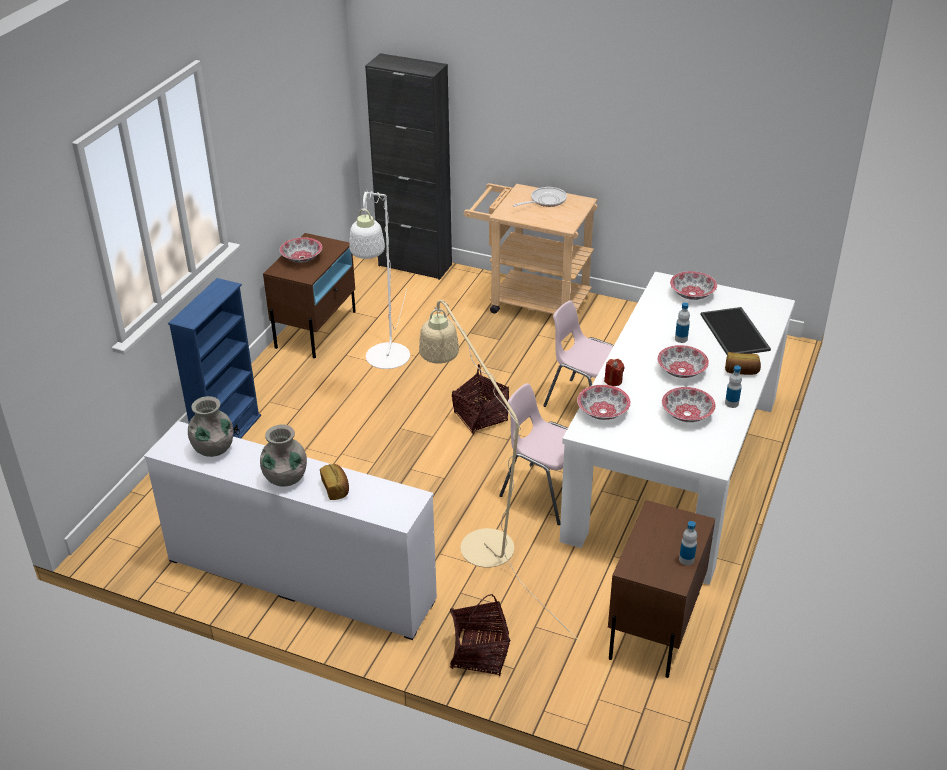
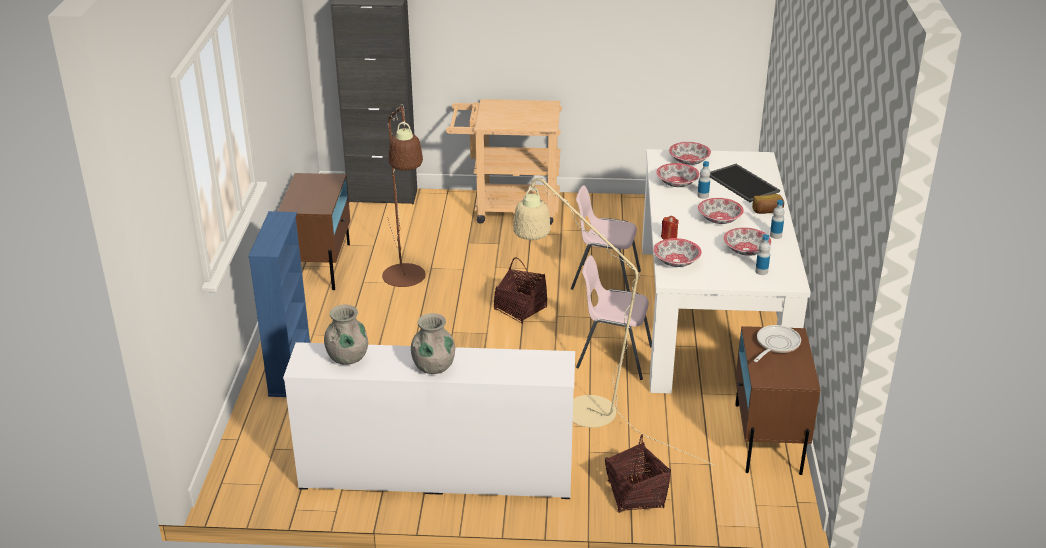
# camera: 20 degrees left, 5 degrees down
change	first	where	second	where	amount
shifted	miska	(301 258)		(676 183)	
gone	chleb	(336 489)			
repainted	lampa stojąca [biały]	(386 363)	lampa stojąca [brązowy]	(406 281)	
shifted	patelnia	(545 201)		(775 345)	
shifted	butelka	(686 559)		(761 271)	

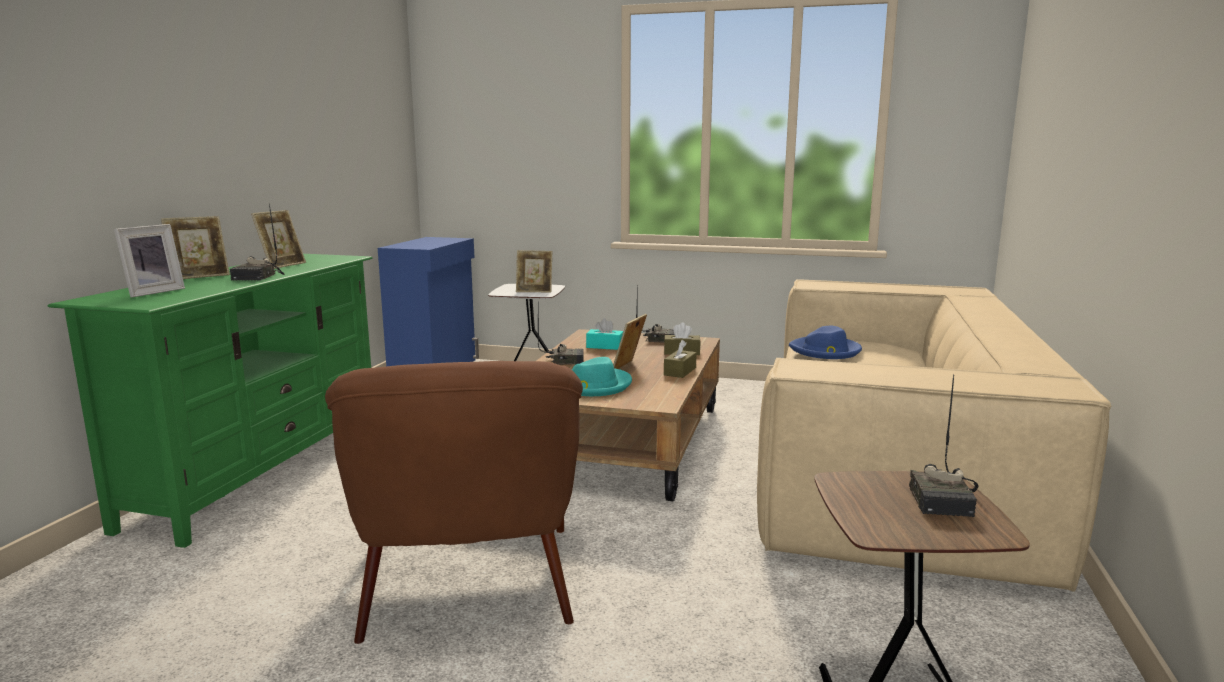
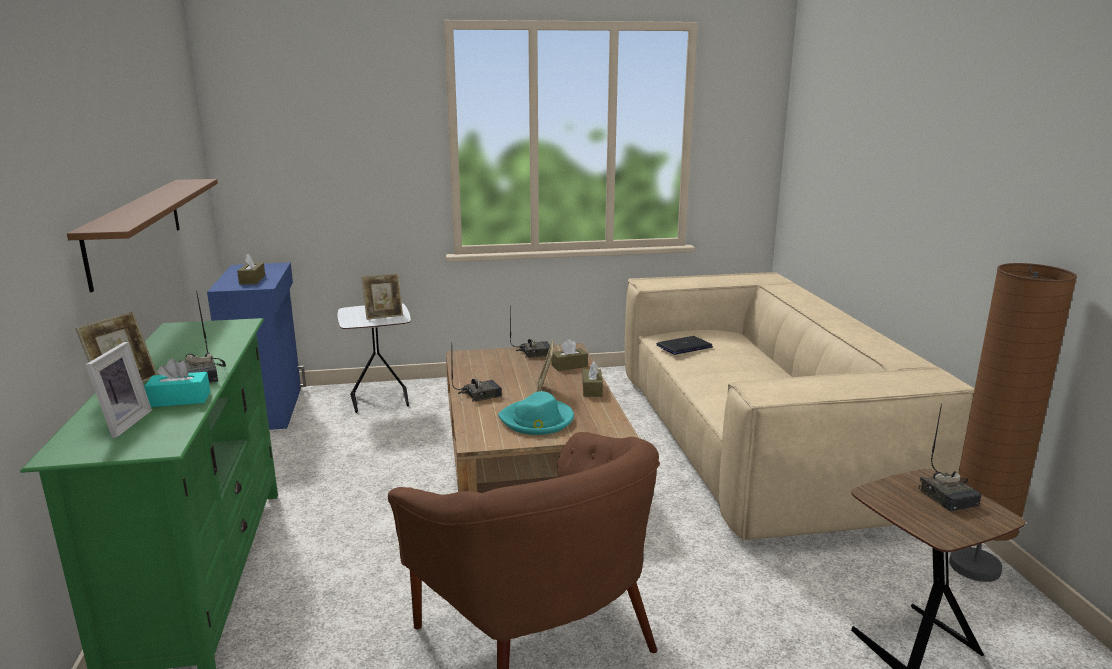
# camera: 25 degrees left, 5 degrees up
change	first	where	second	where	amount
gone	ramka na zdjęcie	(282 265)			
shifted	pudełko chusteczek [turkusowy]	(605 346)		(180 399)	
swapped	kapelusz [niebieski]	(825 351)	laptop	(684 346)	
new			półka [brązowy]	(136 229)	
new			pudełko chusteczek [brązowy]	(252 280)	
new			lampa stojąca [brązowy]	(974 567)	

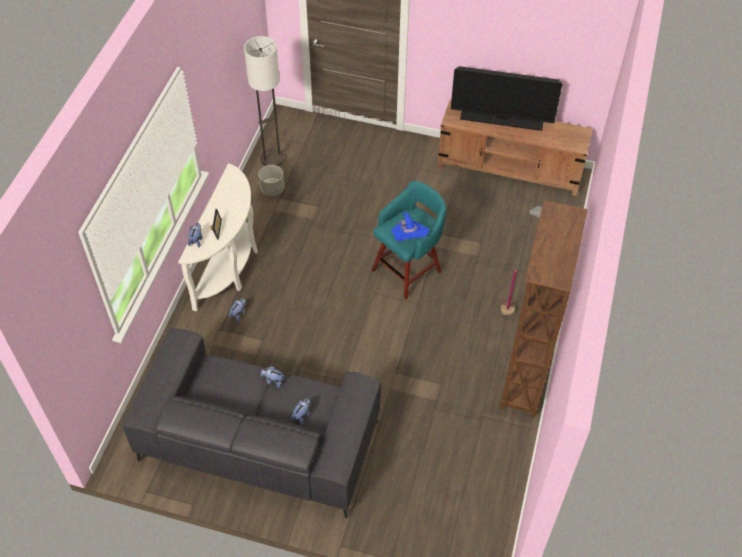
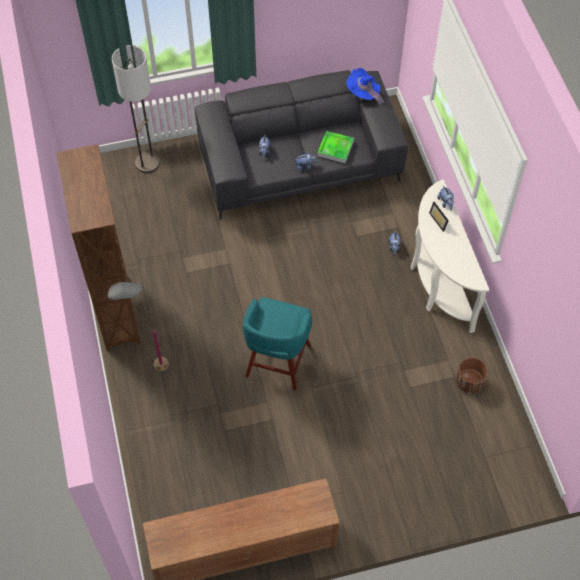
# camera: 150 degrees right, 5 degrees up
change	first	where	second	where	amount
shifted	lampa stojąca	(272 158)		(147 162)	
repainted	donica [szary]	(272 189)	donica [brązowy]	(469 382)	
shifted	kapelusz [niebieski]	(408 238)		(363 94)	
gone	telewizor	(502 120)			
new			taca	(335 148)	

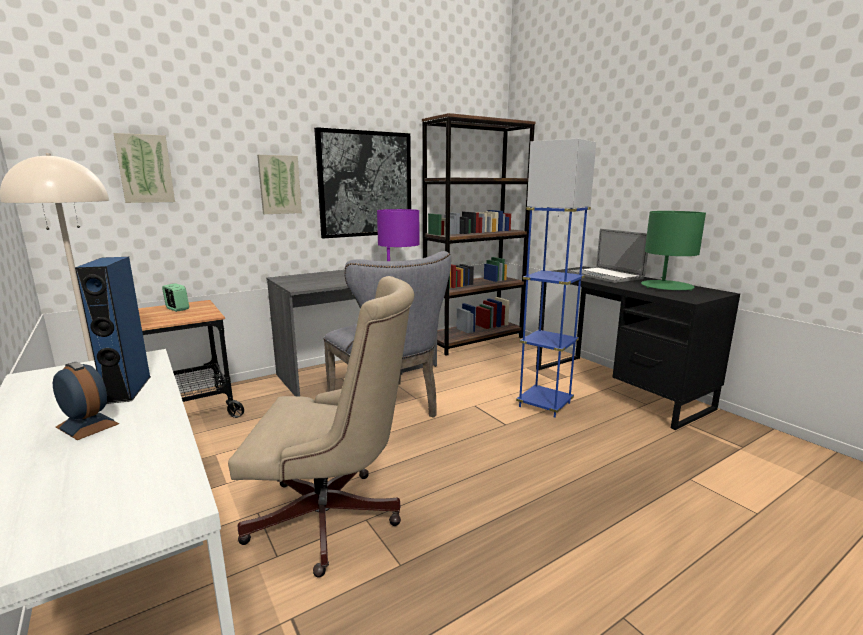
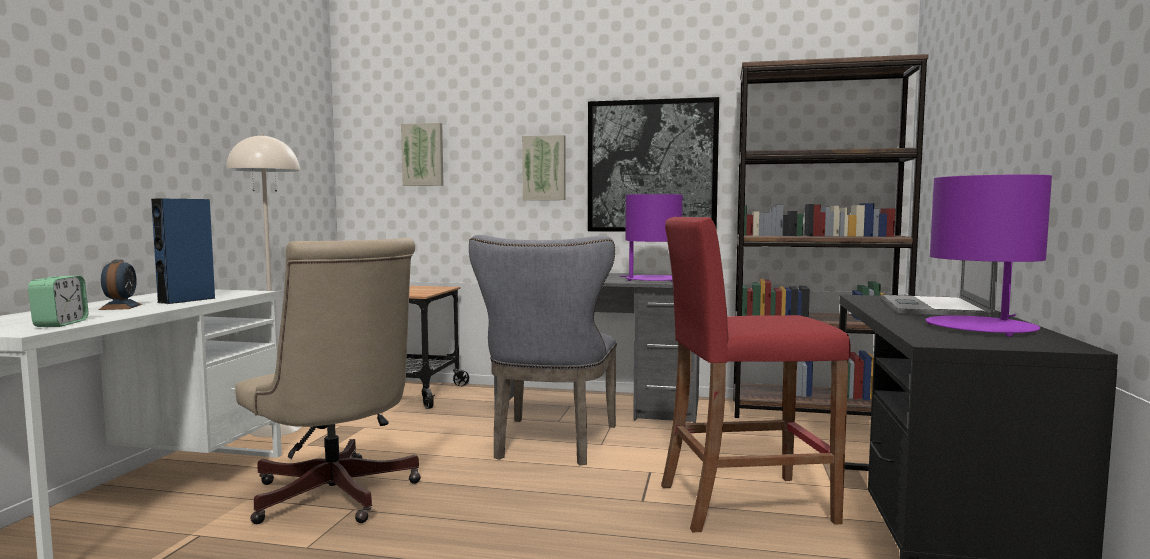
# camera: 45 degrees right, 10 degrees down
change	first	where	second	where	amount
shifted	budzik	(177 309)		(61 324)	
swapped	lampa stojąca [niebieski]	(544 405)	stołek [czerwony]	(744 503)	
repainted	lampa stołowa [zielony]	(666 286)	lampa stołowa [fioletowy]	(981 327)	

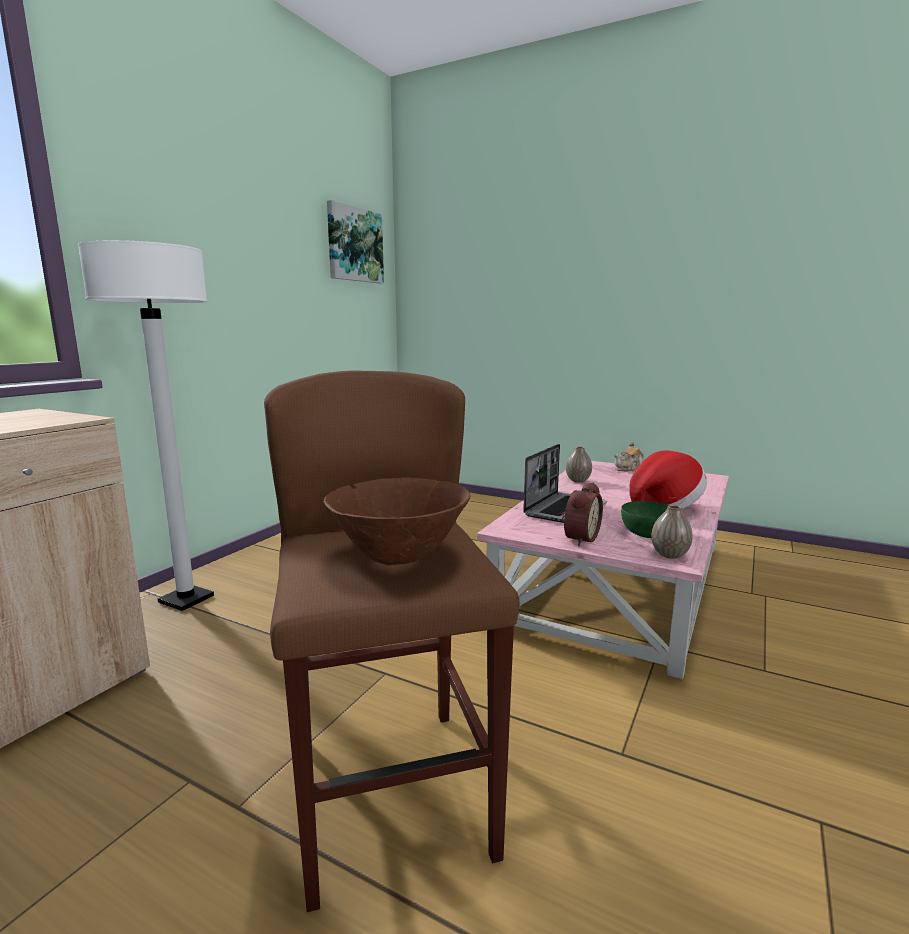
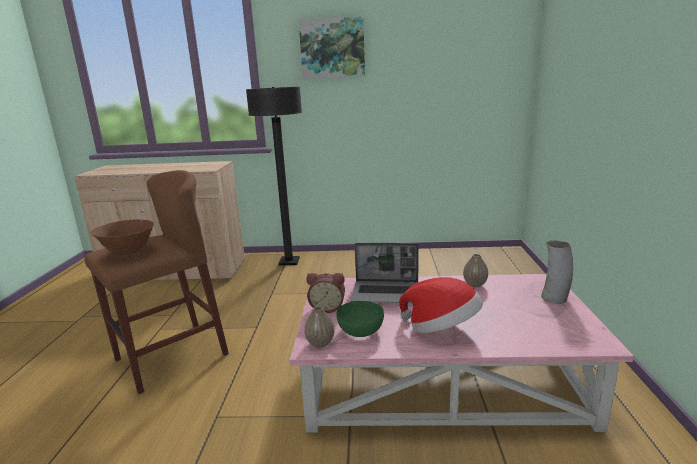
# camera: 65 degrees right, 5 degrees up
change	first	where	second	where	amount
repainted	lampa stojąca [biały]	(186 599)	lampa stojąca [czarny]	(289 262)	
shifted	obraz	(354 245)		(332 48)	
swapped	imbryk	(628 469)	wazon	(554 298)	

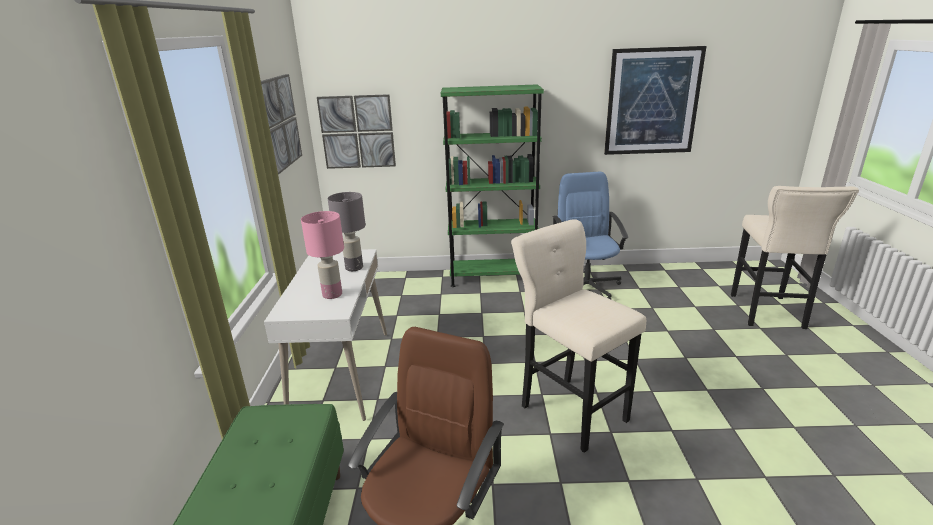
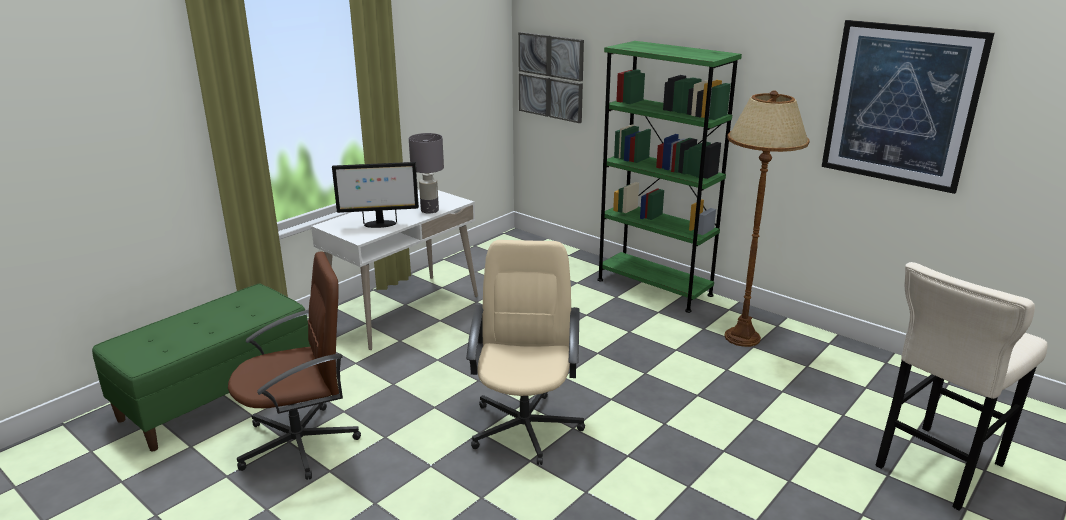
# camera: 40 degrees right, 0 degrees up
change	first	where	second	where	amount
gone	obraz	(279 123)			
swapped	lampa stołowa [różowy]	(332 294)	monitor	(379 224)	
swapped	stołek [beżowy]	(570 410)	krzesło biurowe [beżowy]	(525 427)	
swapped	krzesło biurowe [niebieski]	(586 286)	lampa stojąca [brązowy]	(742 337)	

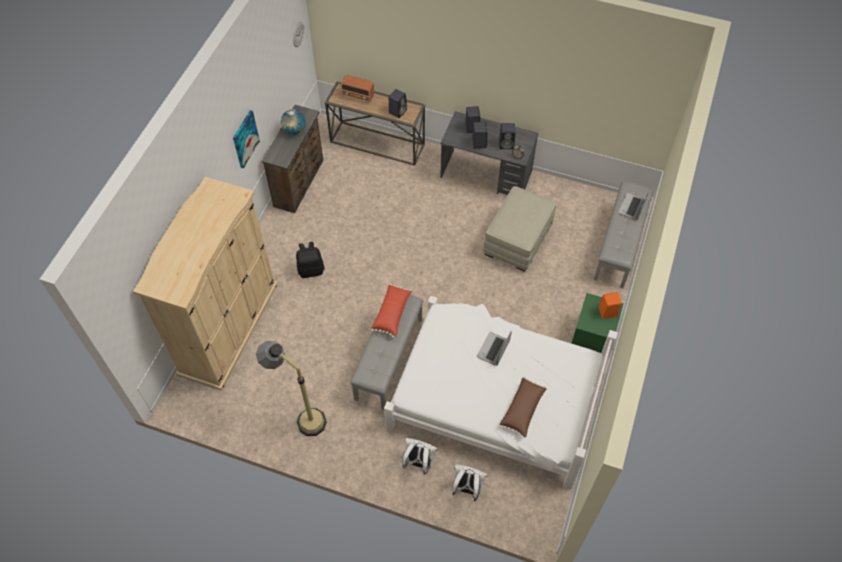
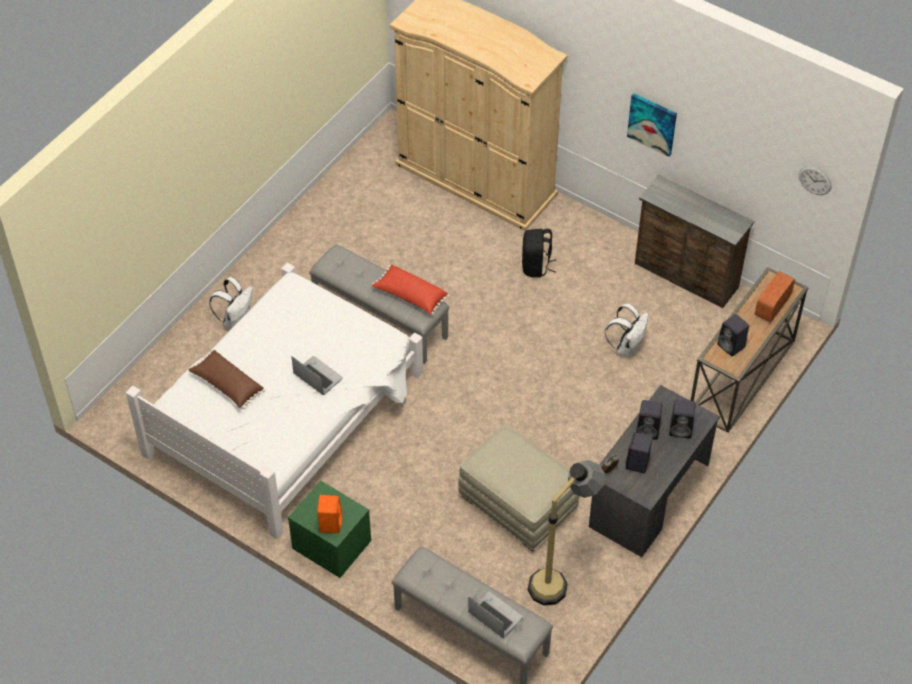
# camera: 105 degrees right, 5 degrees down
change	first	where	second	where	amount
shifted	lampa stojąca	(300 416)		(560 576)	
gone	globus	(294 130)			
shifted	plecak [biały]	(467 488)		(627 347)	

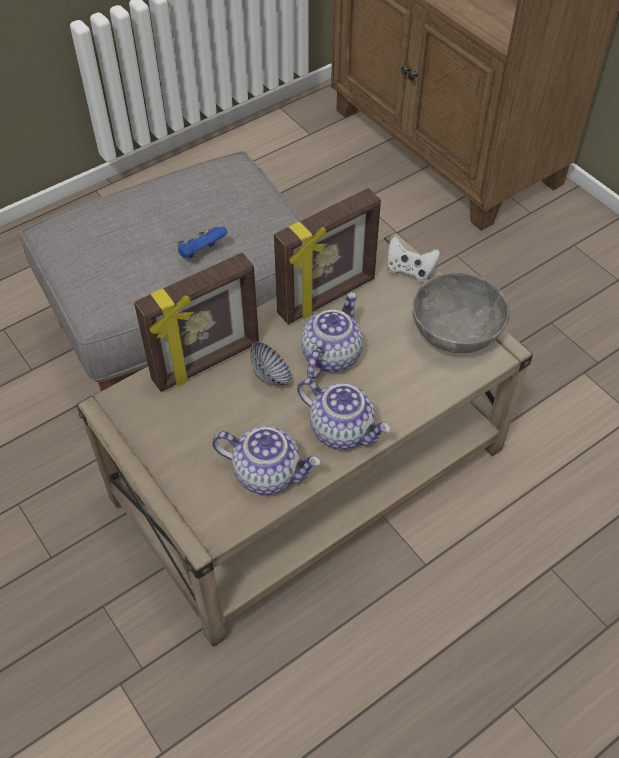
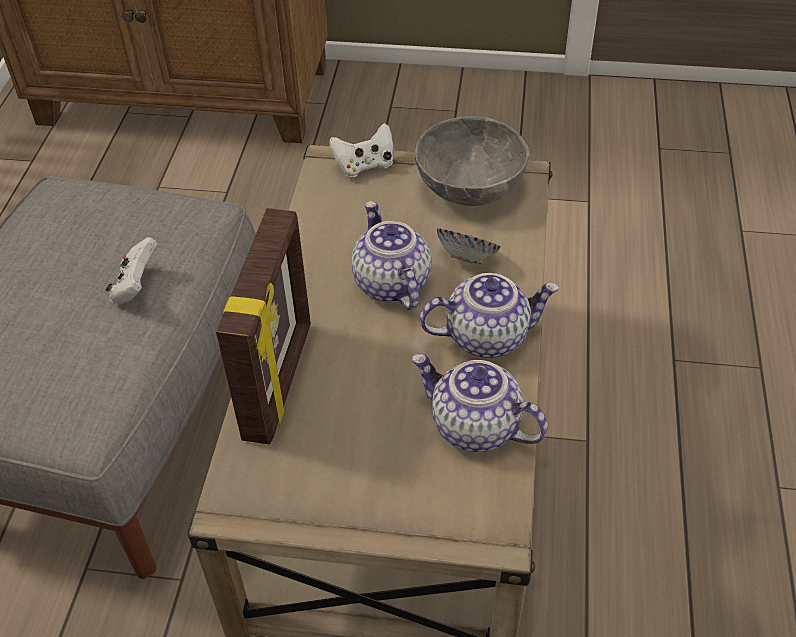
# camera: 45 degrees left, 5 degrees down
change	first	where	second	where	amount
repainted	pad do gier [niebieski]	(201 252)	pad do gier [biały]	(136 287)	
rotated	imbryk	(268 473)		(474 427)	120 degrees counterclockwise
shifted	miska	(271 376)		(467 258)	
gone	ramka na zdjęcie	(327 298)			

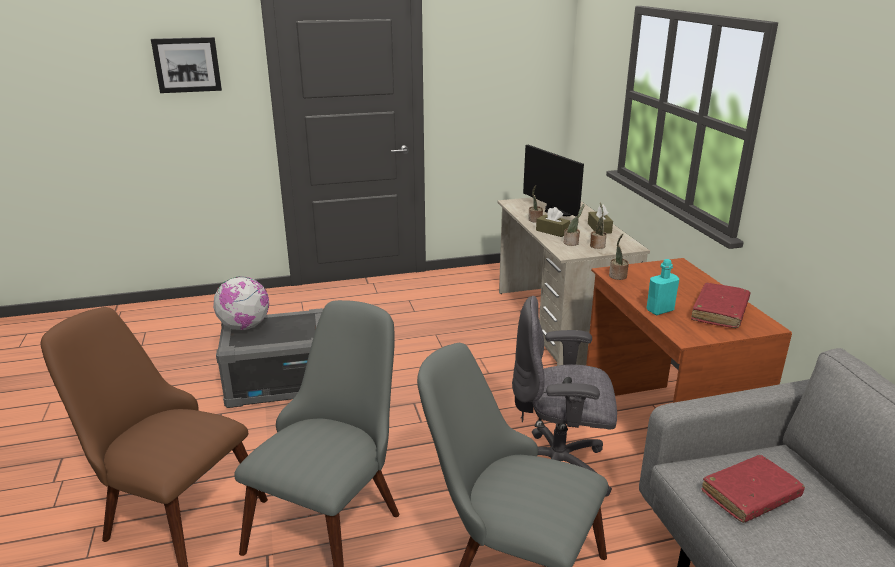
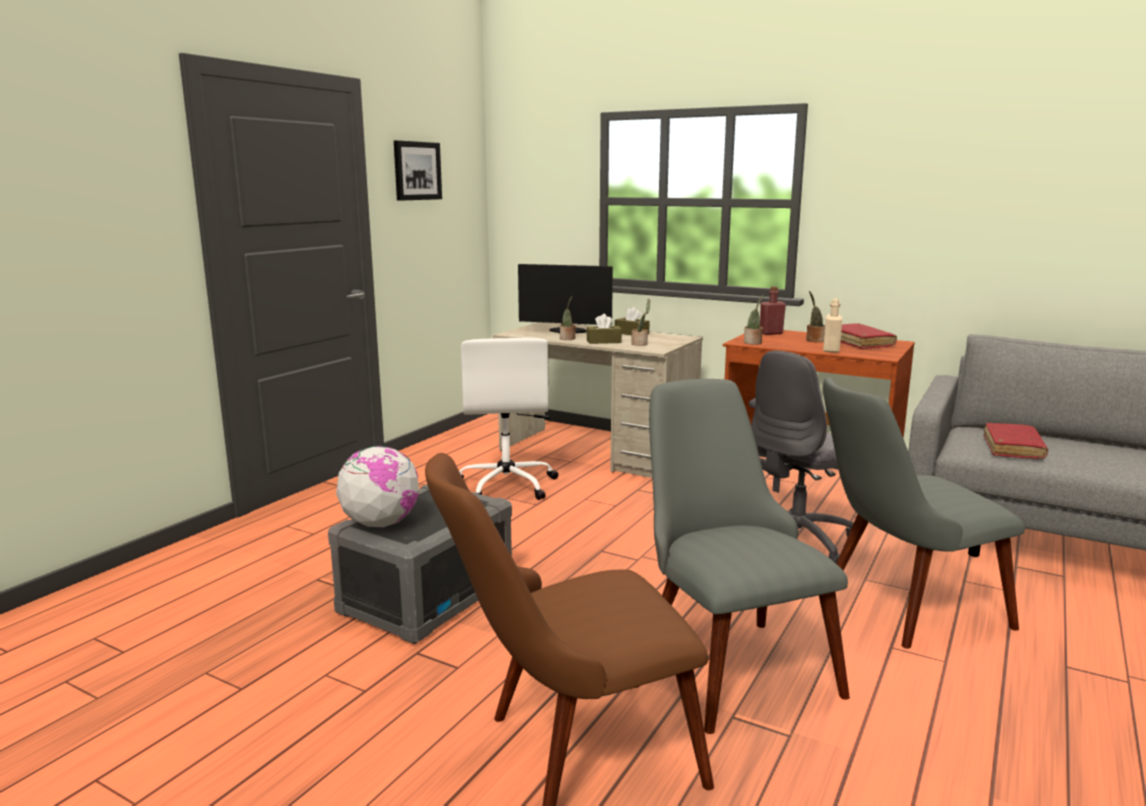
# camera: 45 degrees left, 10 degrees down
change	first	where	second	where	amount
shifted	obraz	(187 64)		(417 171)	
shifted	roślina doniczkowa	(597 245)		(814 340)	
repainted	butelka [turkusowy]	(660 310)	butelka [beżowy]	(831 350)	
new			krzesło biurowe [biały]	(506 485)	
new			butelka [czerwony]	(771 333)	

